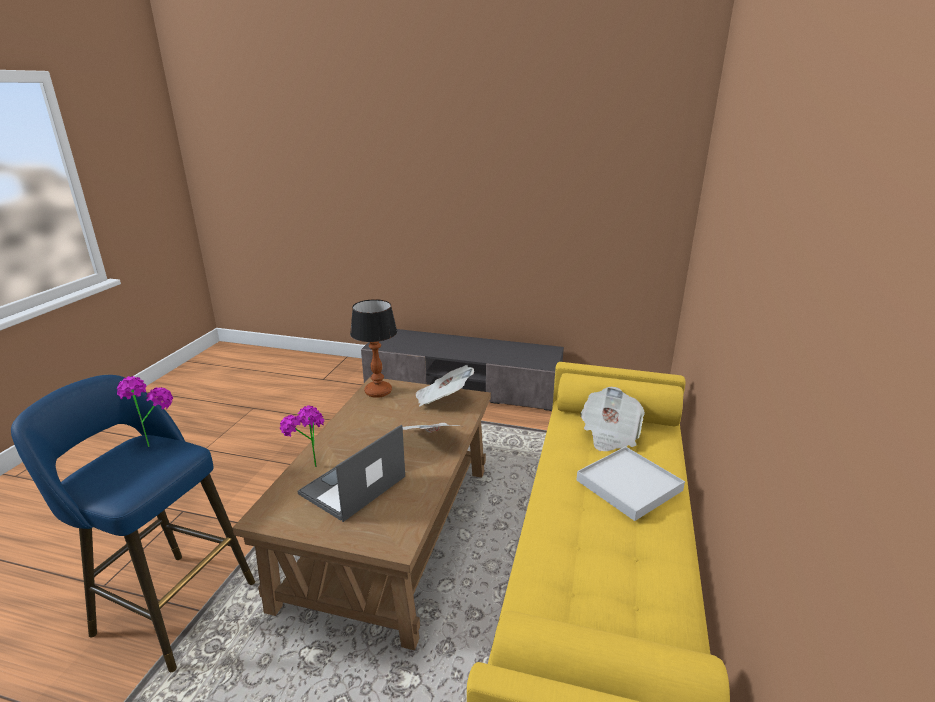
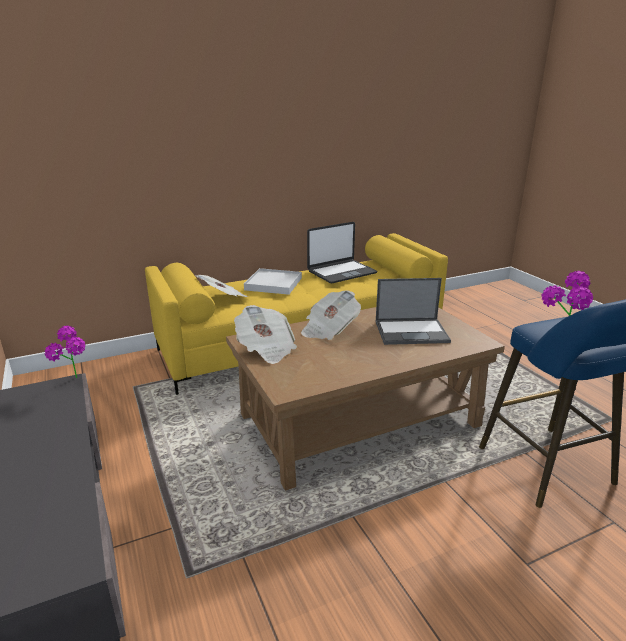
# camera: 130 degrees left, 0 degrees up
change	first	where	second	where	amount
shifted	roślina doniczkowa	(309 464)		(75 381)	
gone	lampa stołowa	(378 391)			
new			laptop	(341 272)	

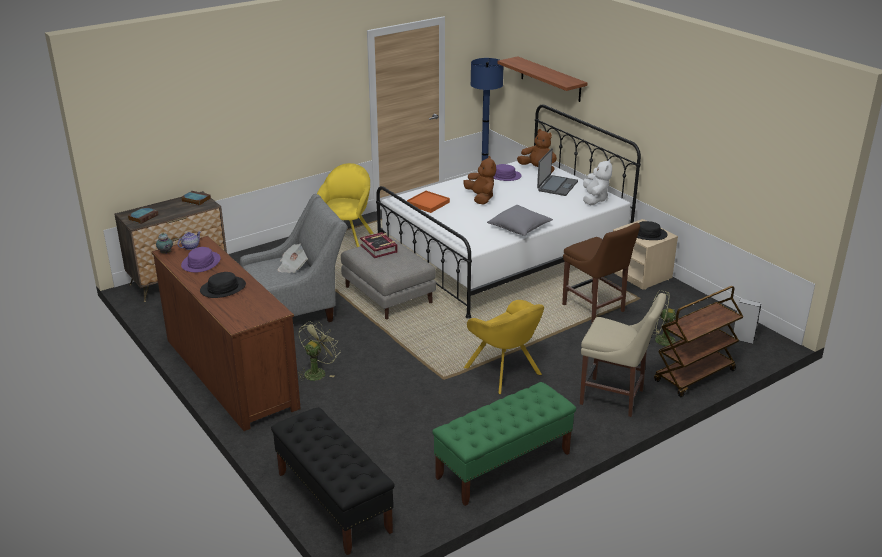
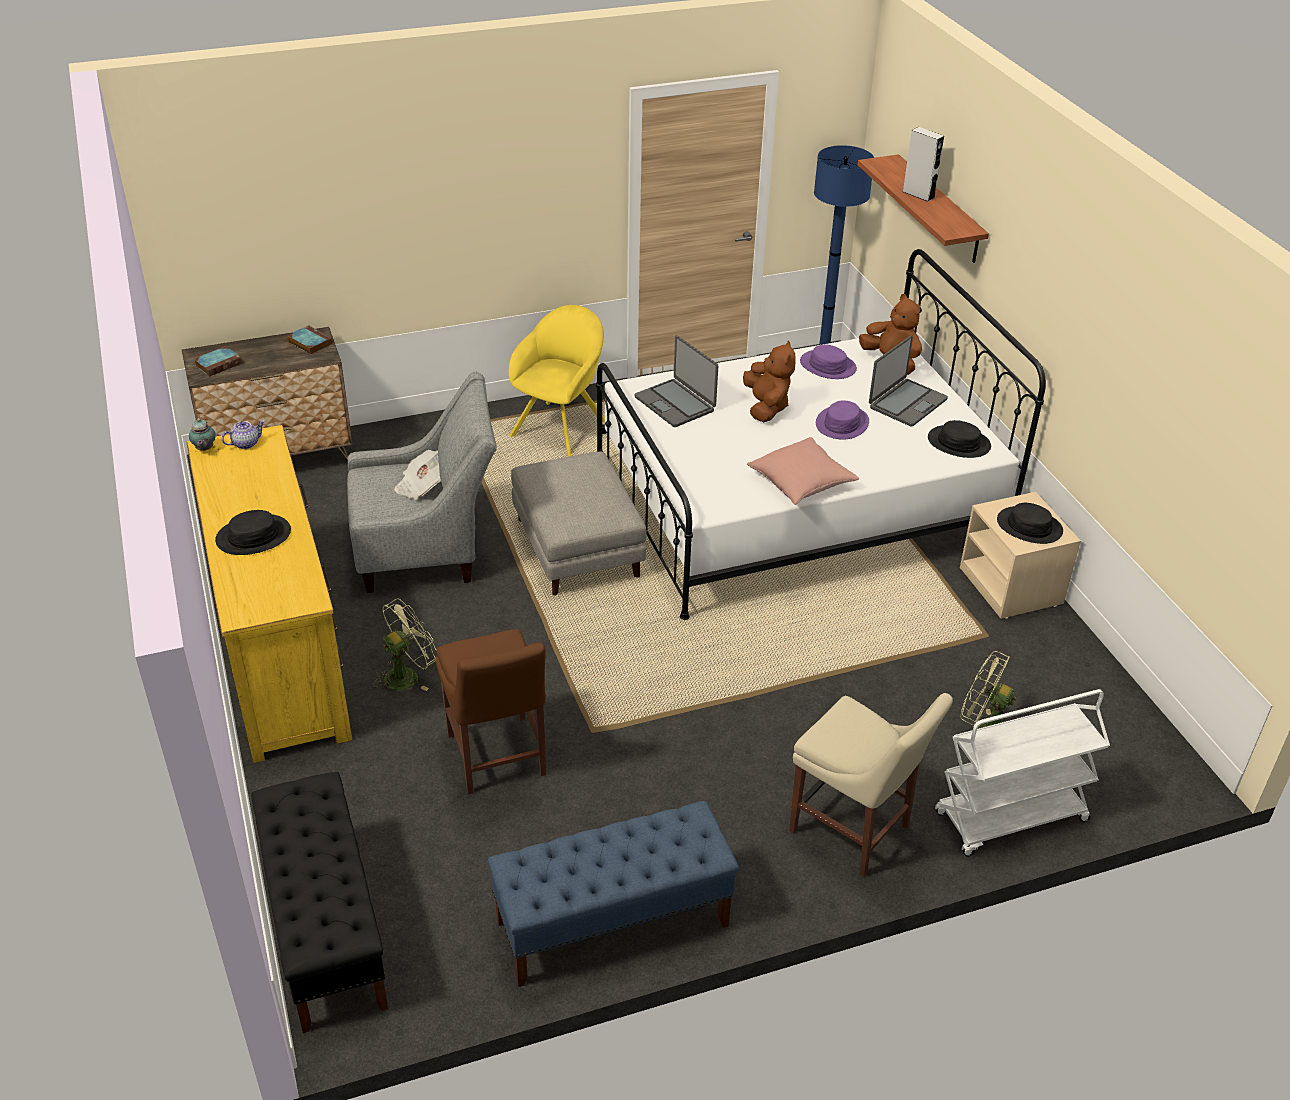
# camera: 15 degrees right, 10 degrees up
change	first	where	second	where	amount
repainted	komoda [brązowy]	(230 373)	komoda [żółty]	(280 649)	
shifted	kapelusz [fioletowy]	(201 263)		(842 423)	
gone	książka	(379 248)			
swapped	taca [pomarańczowy]	(428 203)	laptop	(675 404)	
repainted	ławka [zielony]	(503 465)	ławka [niebieski]	(612 924)	
gone	fotel [żółty]	(505 373)			
repainted	poduszka [szary]	(519 228)	poduszka [różowy]	(801 482)	
shifted	krzesło [brązowy]	(595 309)		(497 759)	
swapped	pluszak [biały]	(594 199)	kapelusz [czarny]	(958 443)	
repainted	wózek [brązowy]	(694 376)	wózek [biały]	(1010 818)	
shifted	głośnik [szary]	(743 339)		(918 194)	

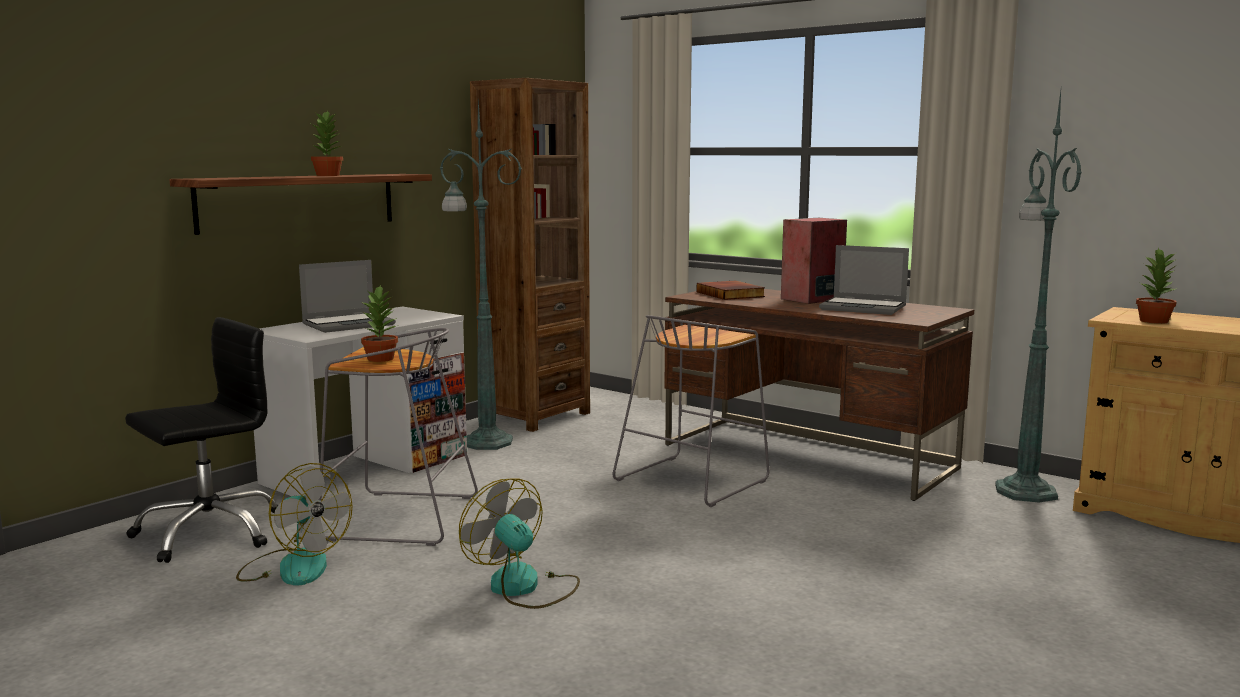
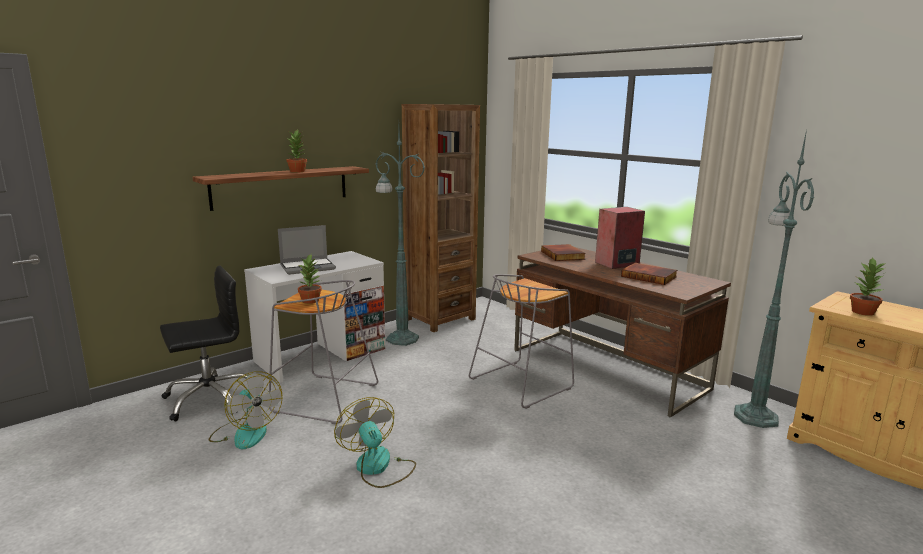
# camera: 10 degrees right, 5 degrees up
change	first	where	second	where	amount
swapped	laptop	(864 308)	książka	(649 276)	

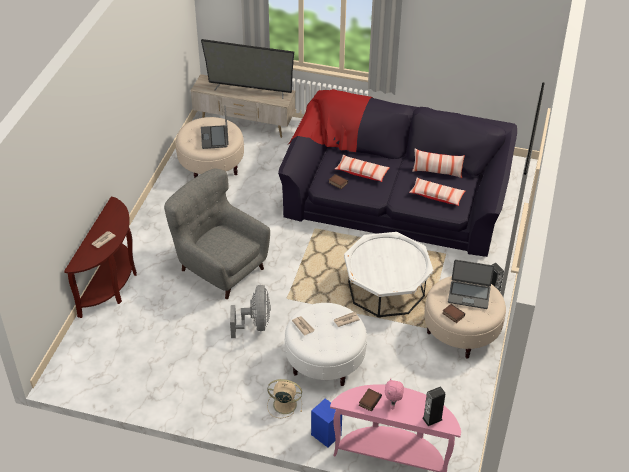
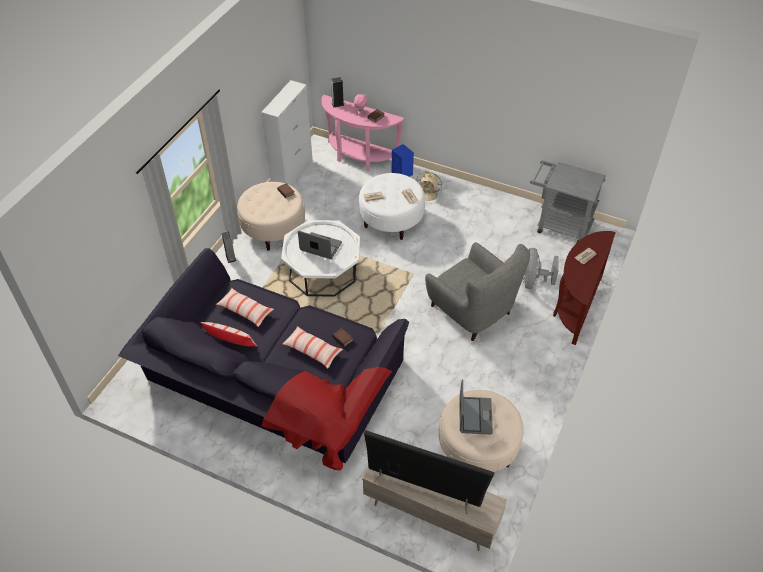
# camera: 170 degrees left, 5 degrees up
change	first	where	second	where	amount
shifted	wentylator [szary]	(255 324)		(533 281)	
shifted	laptop	(469 295)		(320 247)	
new			szafka [biały]	(292 174)	
new			wózek [szary]	(559 225)	

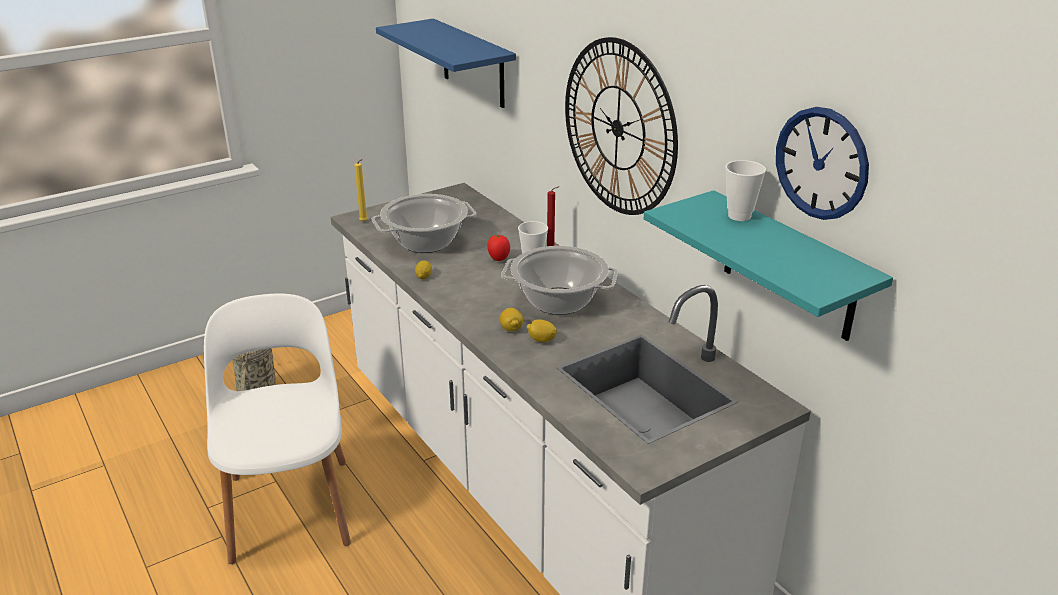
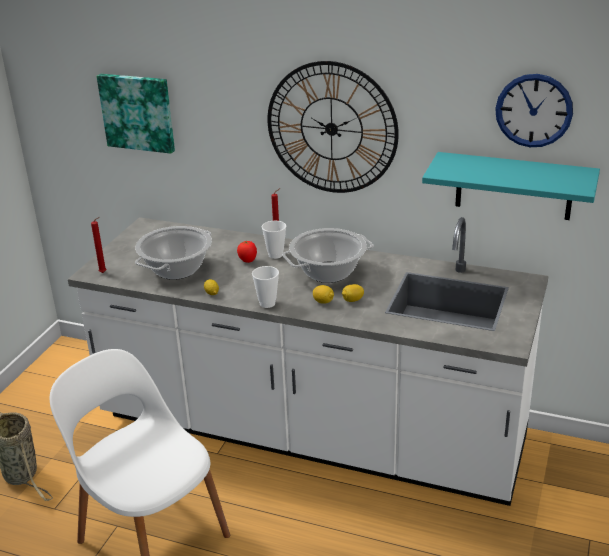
# camera: 35 degrees left, 0 degrees up
change	first	where	second	where	amount
repainted	świeca [żółty]	(364 222)	świeca [czerwony]	(104 273)	
swapped	półka [niebieski]	(473 63)	obraz	(138 112)	
shifted	filiżanka	(739 216)		(267 303)	

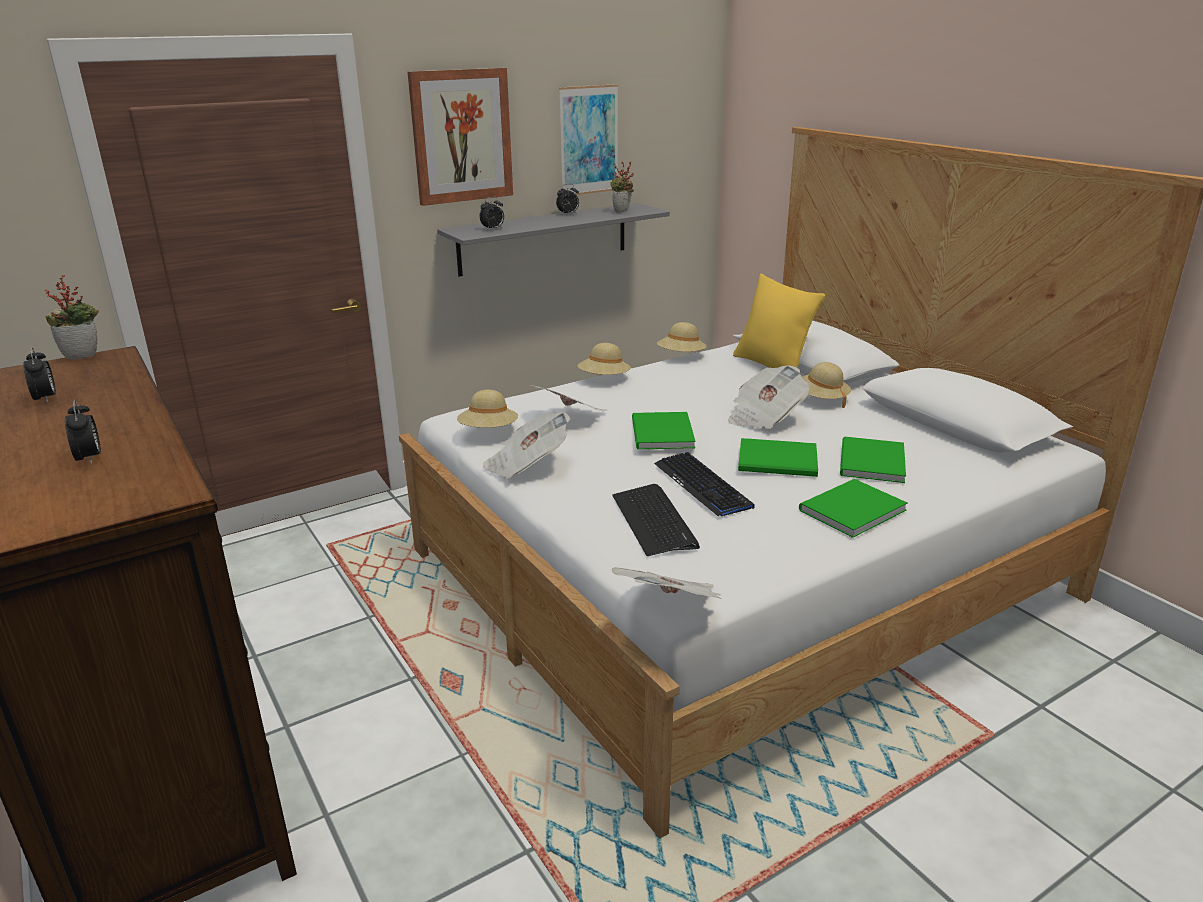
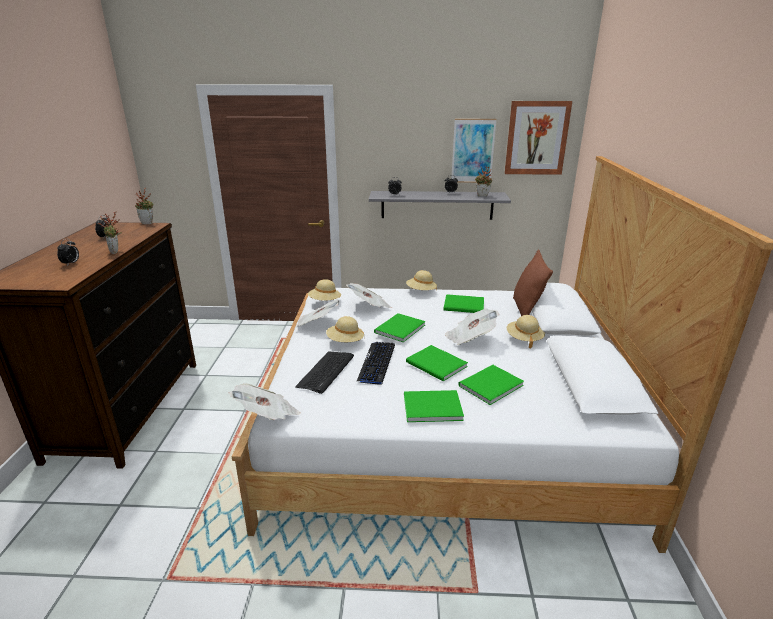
# camera: 35 degrees right, 0 degrees up
change	first	where	second	where	amount
shifted	obraz	(461 136)		(536 138)	
shifted	kapelusz [beżowy]	(681 356)		(345 341)	
repainted	poduszka [żółty]	(772 366)	poduszka [brązowy]	(526 310)	
new			roślina doniczkowa	(116 252)	
new			książka [zielony]	(465 306)	

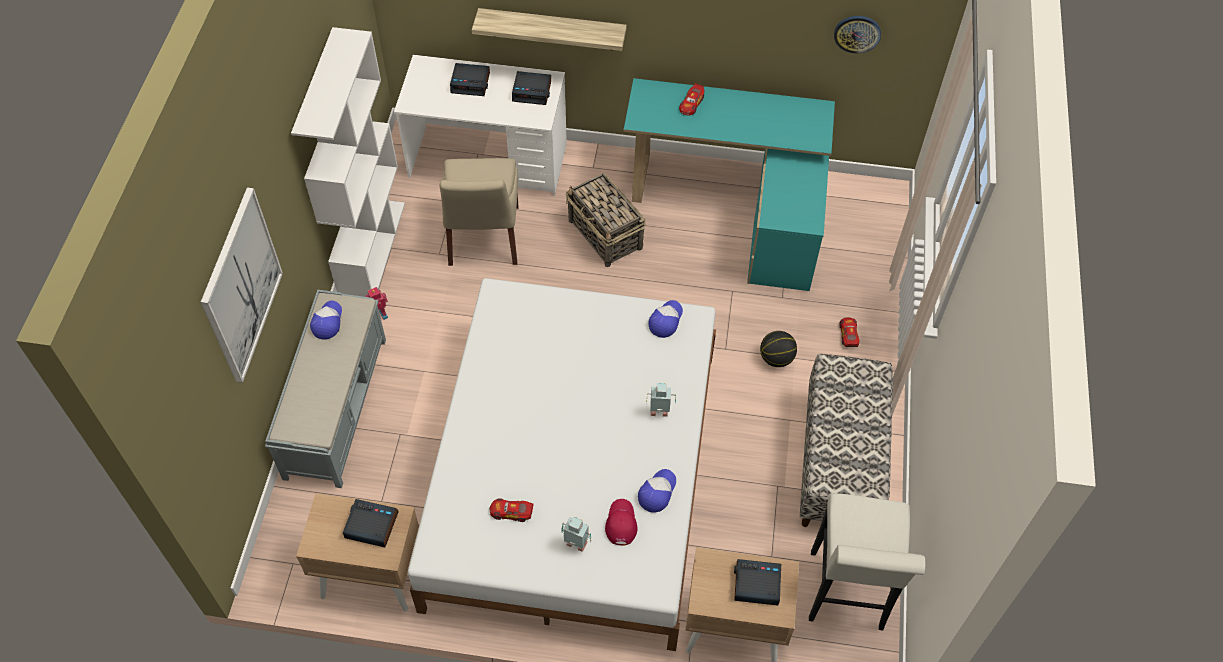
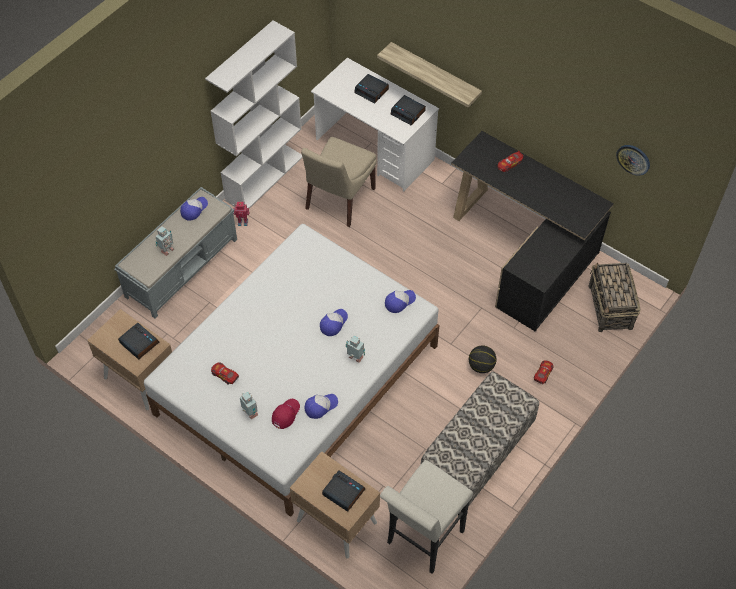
# camera: 30 degrees right, 0 degrees up
change	first	where	second	where	amount
gone	obraz	(241 286)			
shifted	koszyk	(605 235)		(610 308)	
repainted	biurko [turkusowy]	(738 206)	biurko [czarny]	(525 252)	
new			robot zabawkowy	(166 250)	
new			czapka z daszkiem	(333 323)	

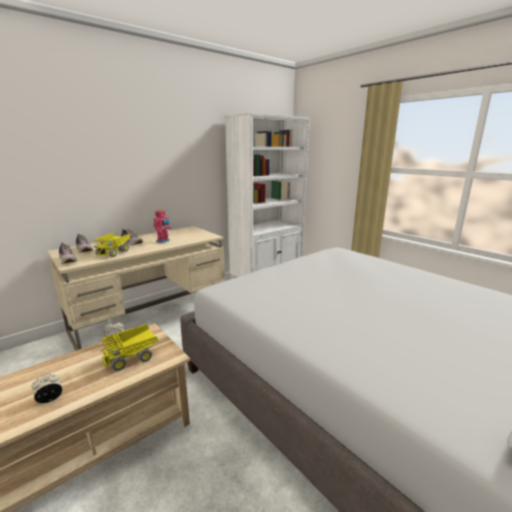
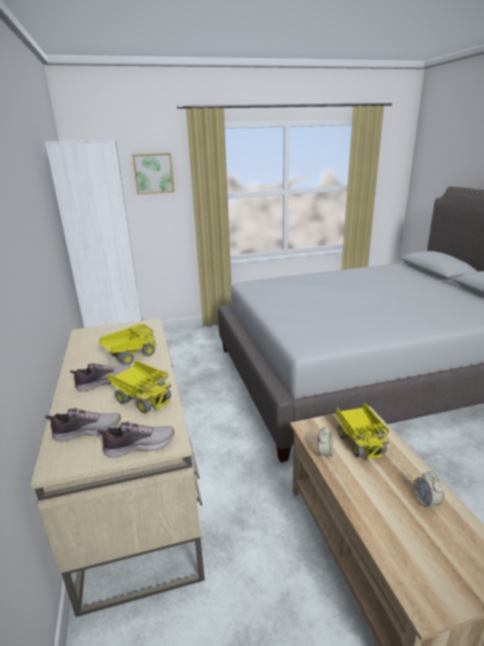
# camera: 65 degrees left, 5 degrees up
change	first	where	second	where	amount
swapped	robot zabawkowy	(163 241)	ciężarówka zabawkowa	(130 356)	
new			obraz	(153 173)	

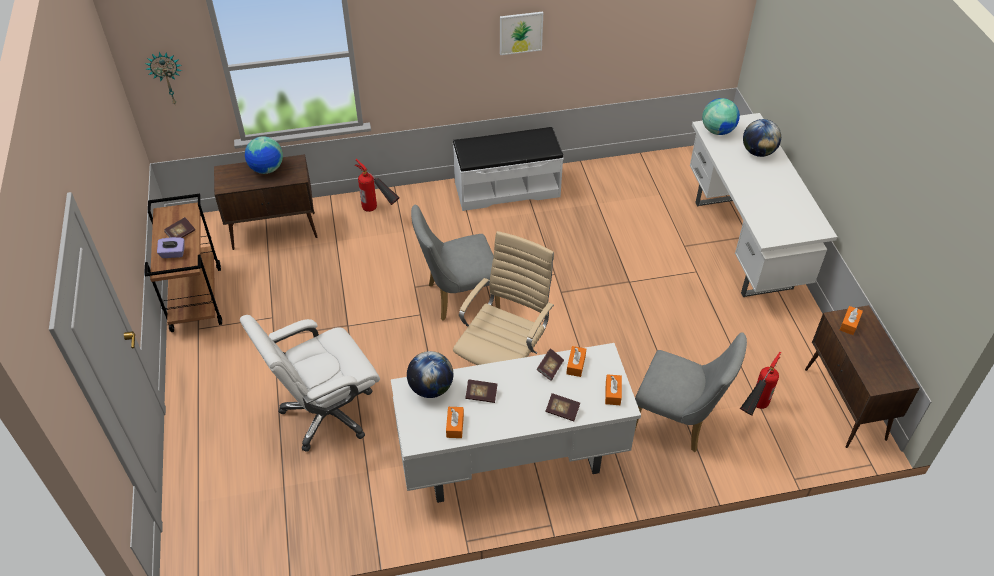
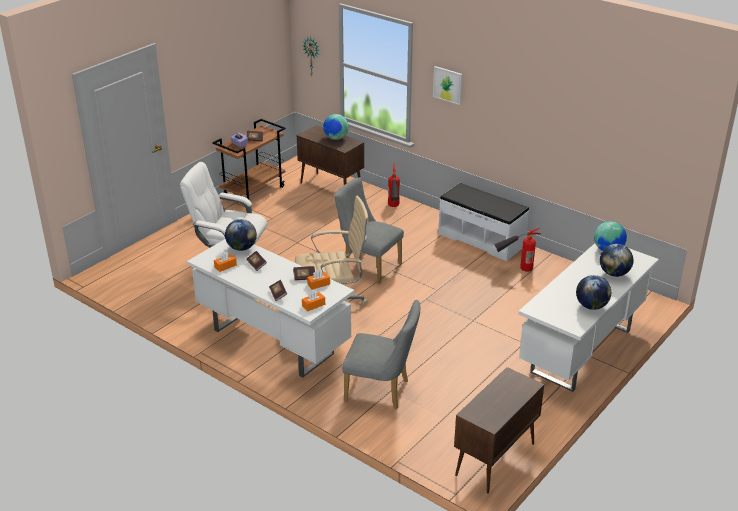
# camera: 50 degrees right, 15 degrees down
change	first	where	second	where	amount
shifted	obraz	(520 32)		(448 85)	
rotated	krzesło [szary]	(678 422)		(382 391)	60 degrees counterclockwise
shifted	gaśnica	(752 413)		(514 268)	
gone	pudełko chusteczek [pomarańczowy]	(849 324)			
new			globus	(591 306)	

